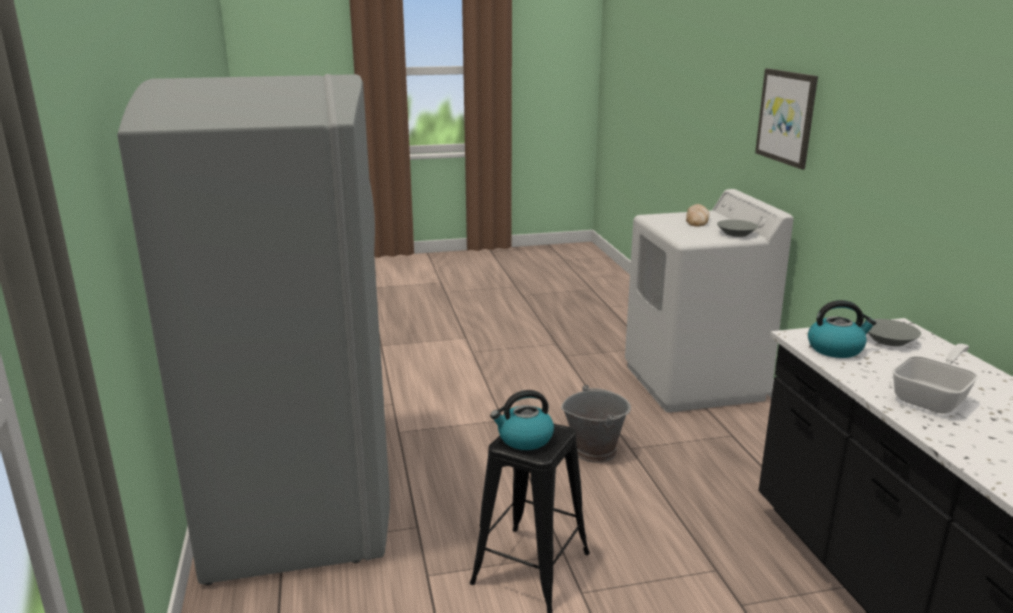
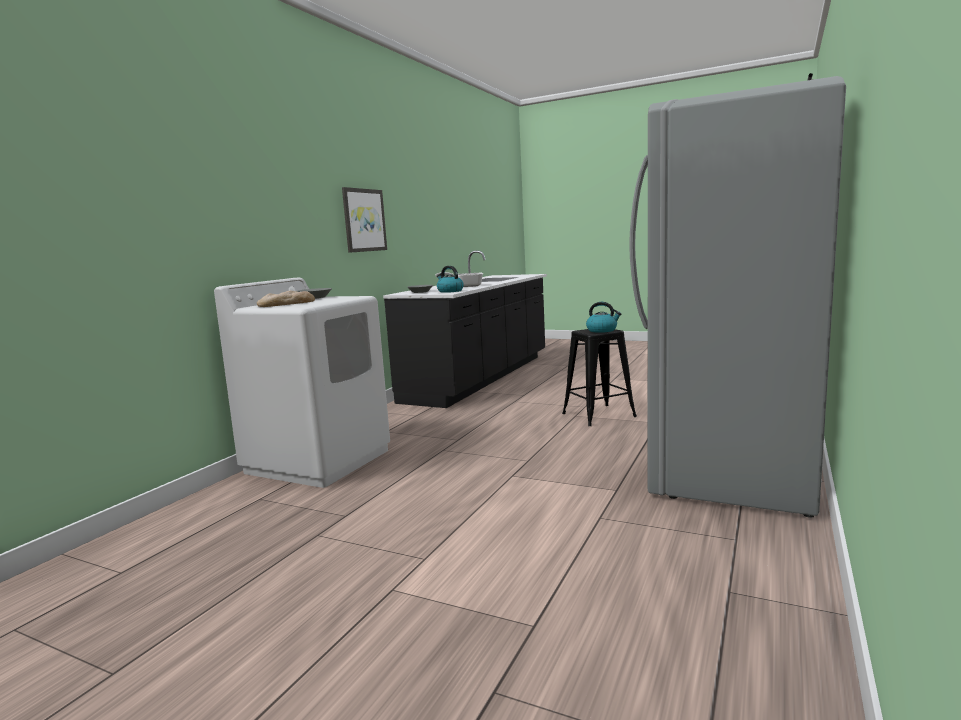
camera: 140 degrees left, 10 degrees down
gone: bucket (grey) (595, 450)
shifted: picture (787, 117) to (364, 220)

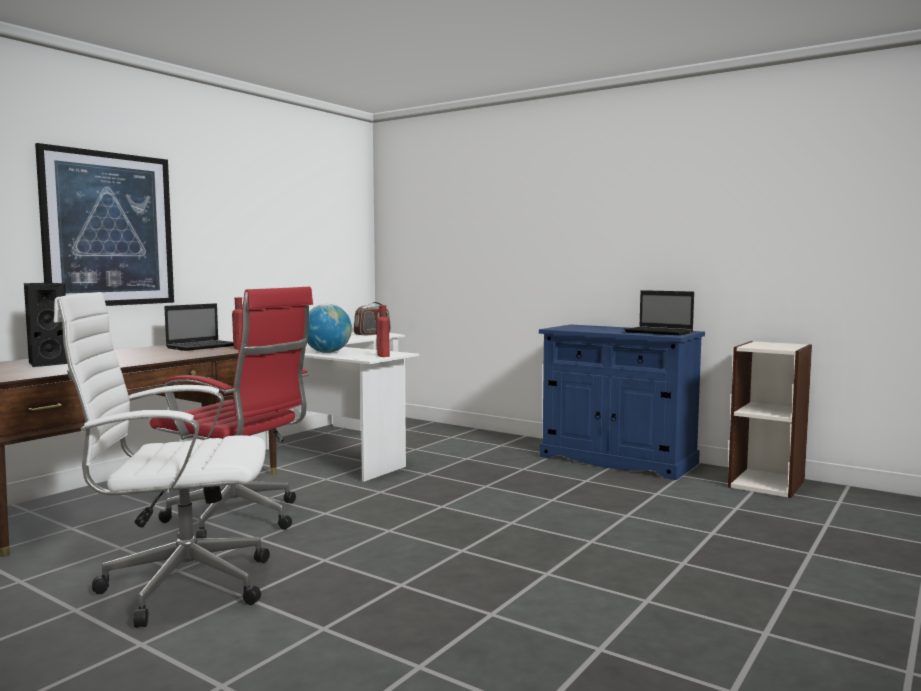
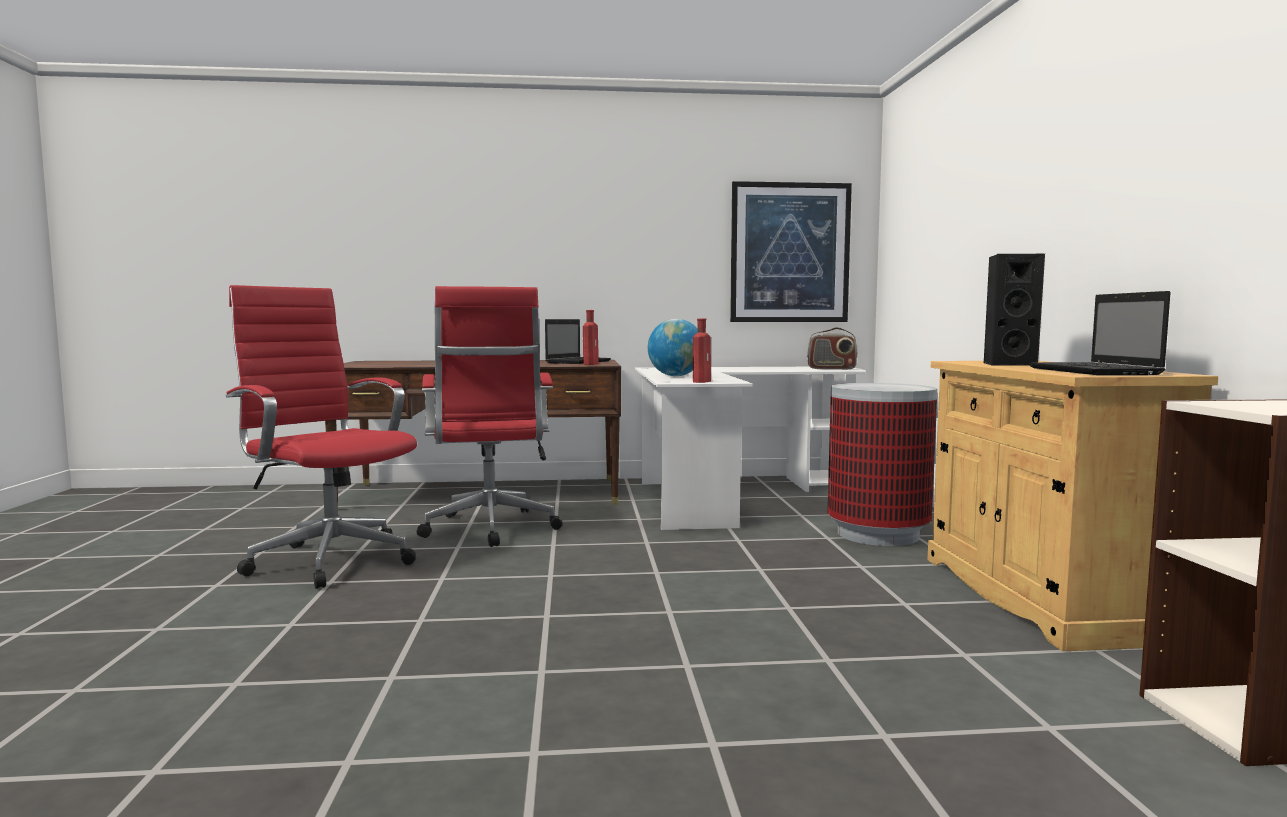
camera: 50 degrees right, 0 degrees up
new: trash can (878, 534)
shifted: picture (109, 229) to (790, 253); speaker (black) (46, 364) to (1007, 364)
repainted: office chair (white) (178, 586) to office chair (red) (329, 560); cabinet (blue) (617, 460) to cabinet (beige) (1039, 596)
rotated: laptop (203, 346) = (578, 362) 60 degrees counterclockwise

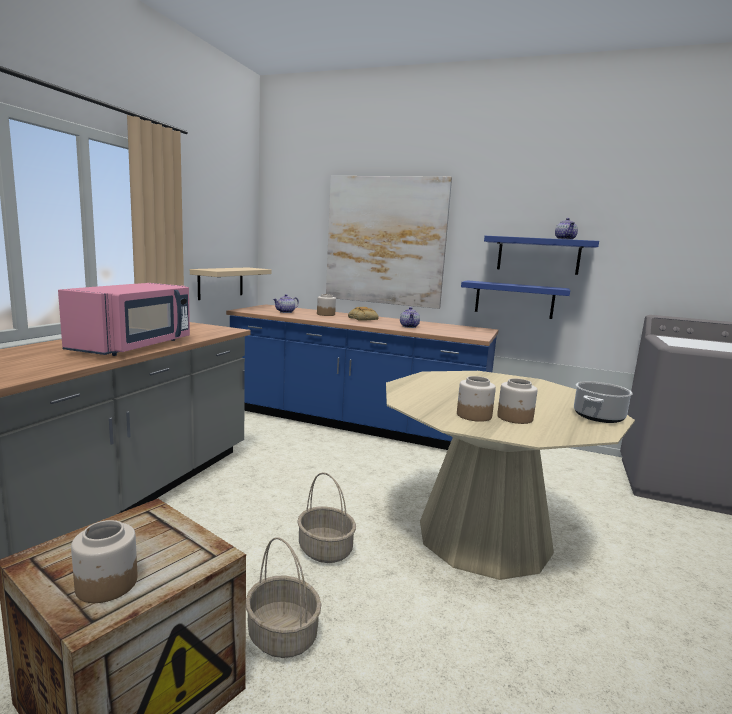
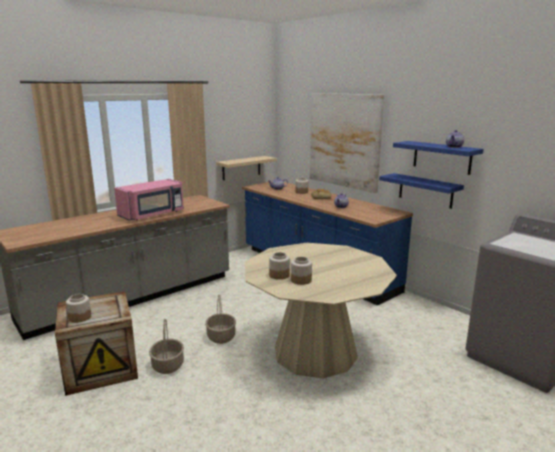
camera: 30 degrees right, 5 degrees up
gone: cooking pot (598, 417)

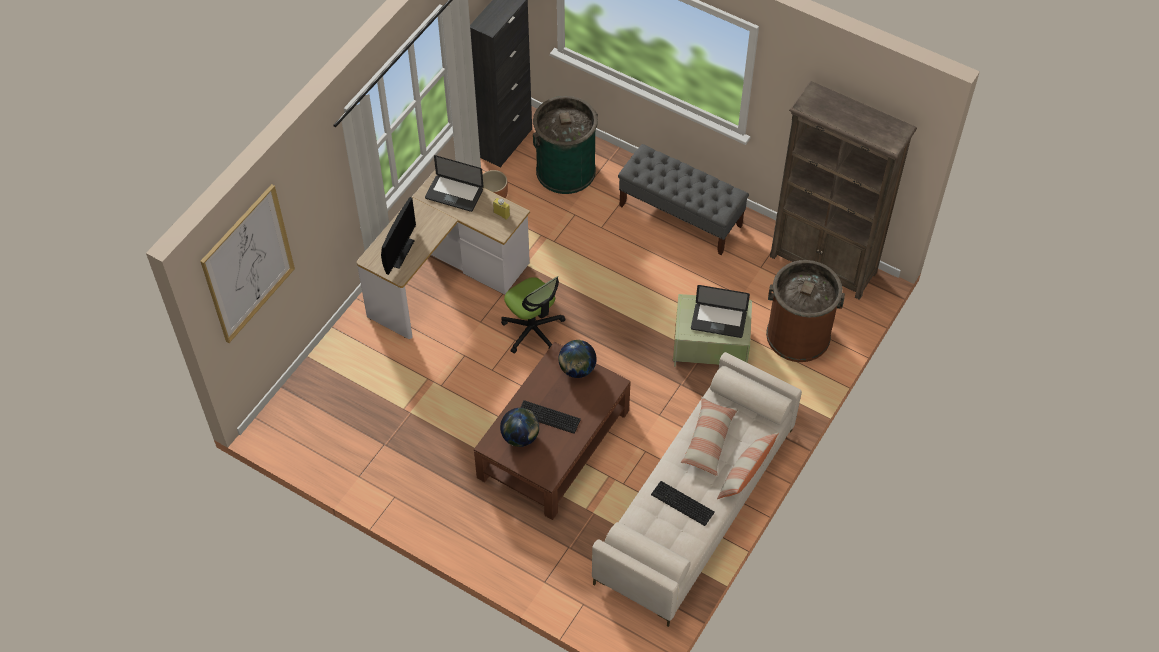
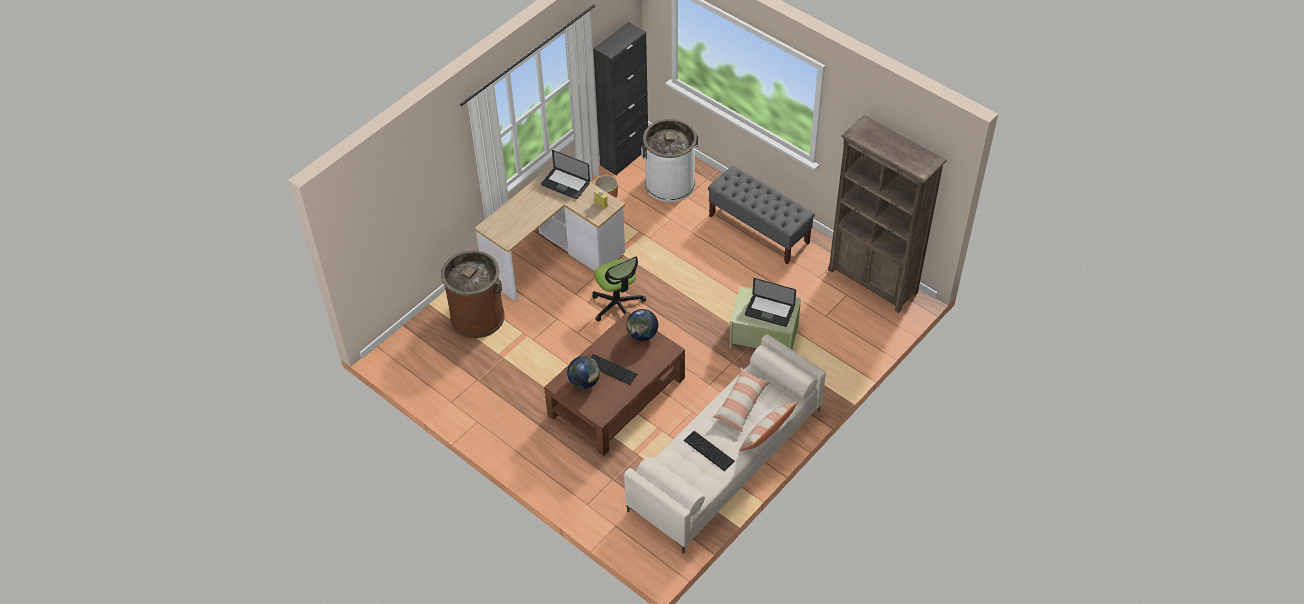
camera: 10 degrees right, 5 degrees down
gone: picture (248, 264); monitor (399, 252)
shifted: trash can (brown) (798, 335) to (477, 316)
repainted: trash can (green) (565, 170) to trash can (white) (670, 183)

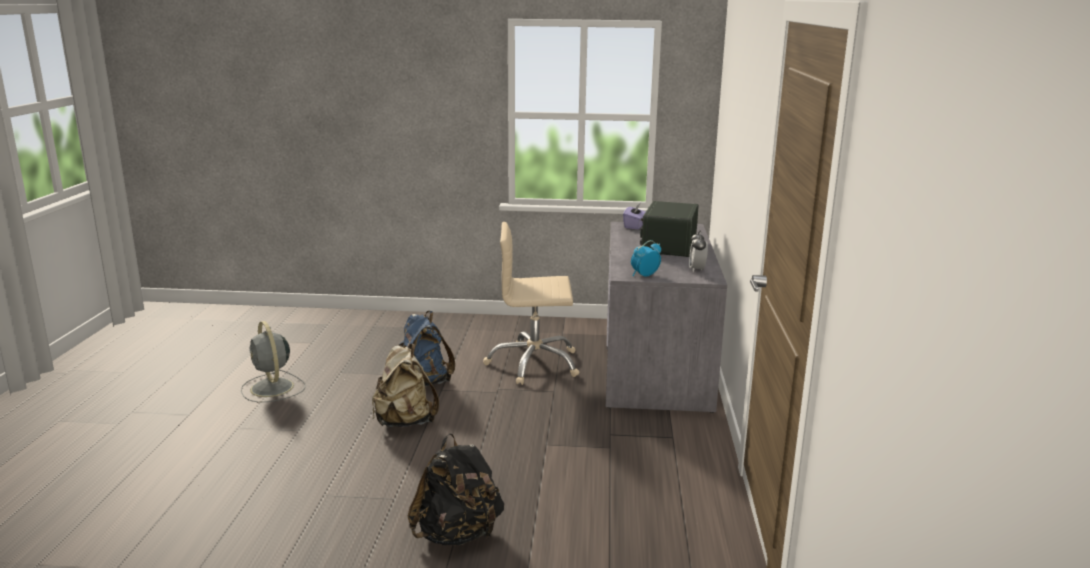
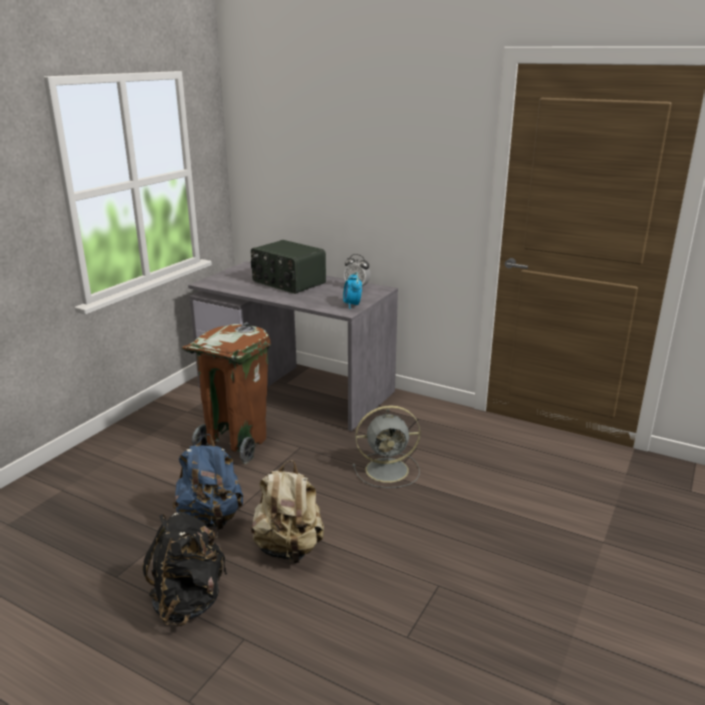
camera: 65 degrees left, 5 degrees up
gone: tissue box (purple) (634, 226)
shifted: backpack (black) (457, 535) to (189, 601); fan (grey) (272, 388) to (389, 470)
swapped: office chair (beige) (534, 364) to trash can (brown) (236, 443)

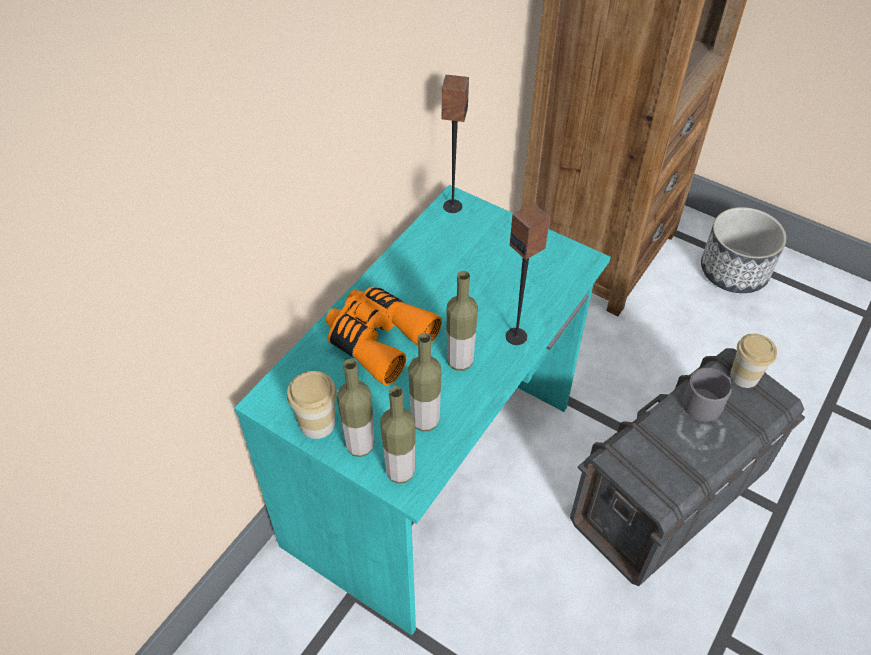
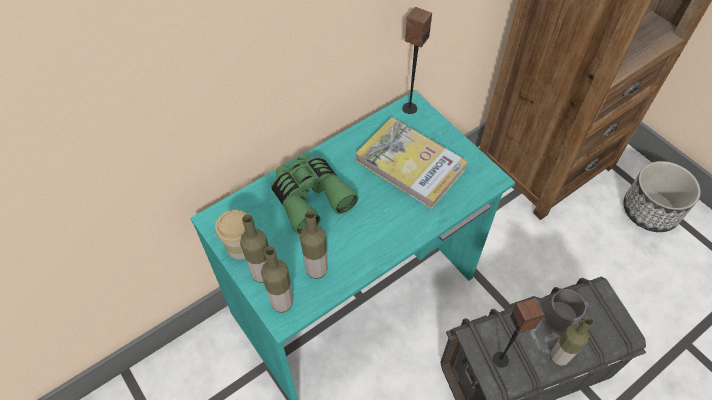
camera: 20 degrees right, 5 degrees up
gone: cup (744, 376)
new: book (410, 165)
shifted: speaker (516, 336) to (501, 359); bottle (460, 361) to (559, 357)
repainted: binoculars (orange) (378, 339) to binoculars (green) (310, 197)

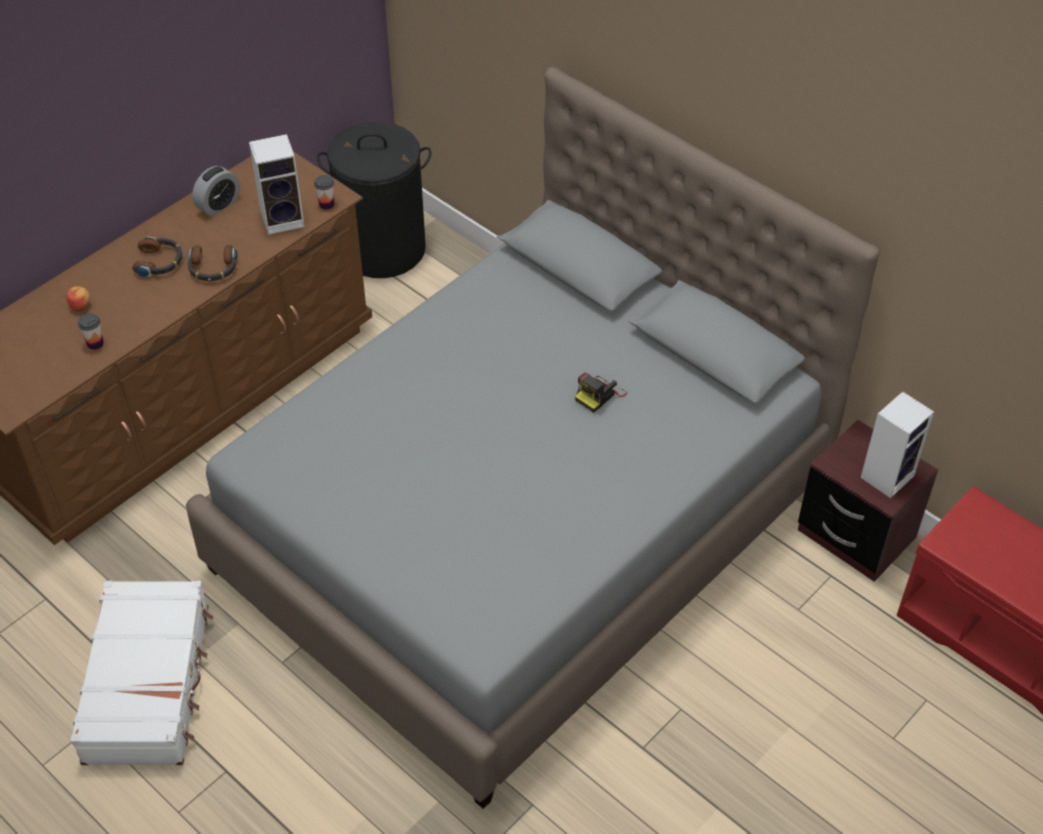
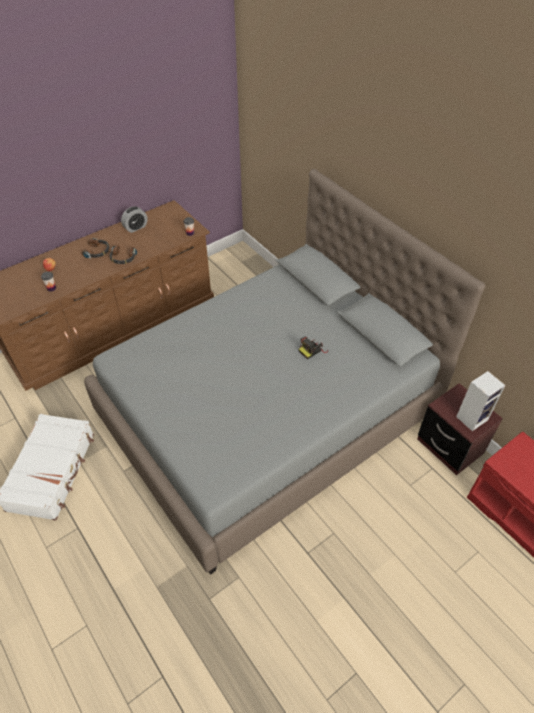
camera: 10 degrees right, 0 degrees up
gone: speaker (284, 219); laundry basket (black) (383, 249)

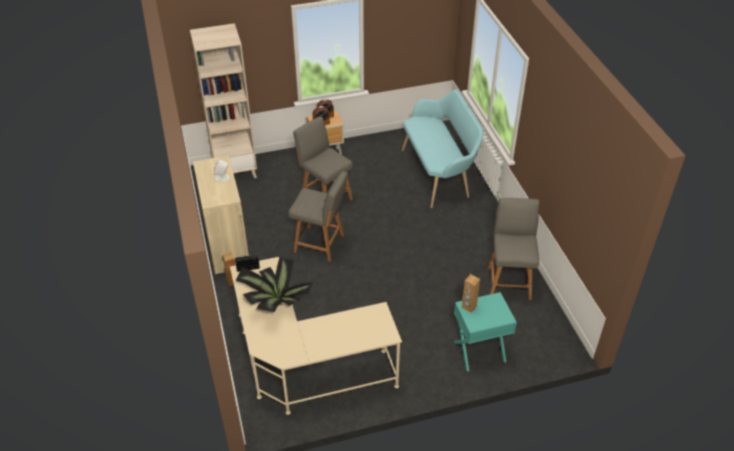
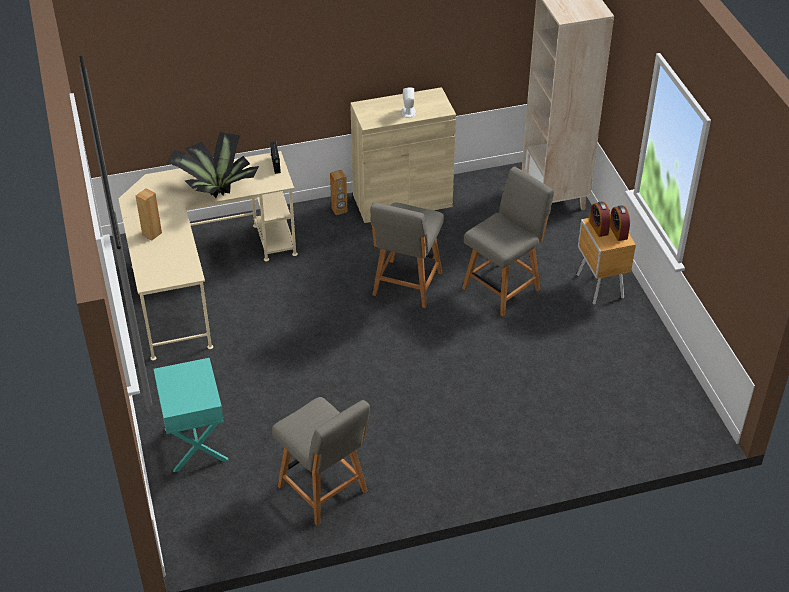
camera: 90 degrees right, 0 degrees up
gone: bench (turquoise) (439, 173)
shifted: speaker (brown) (469, 307) to (152, 234)
rotated: chair (grey) (509, 281) = (324, 491) 45 degrees clockwise

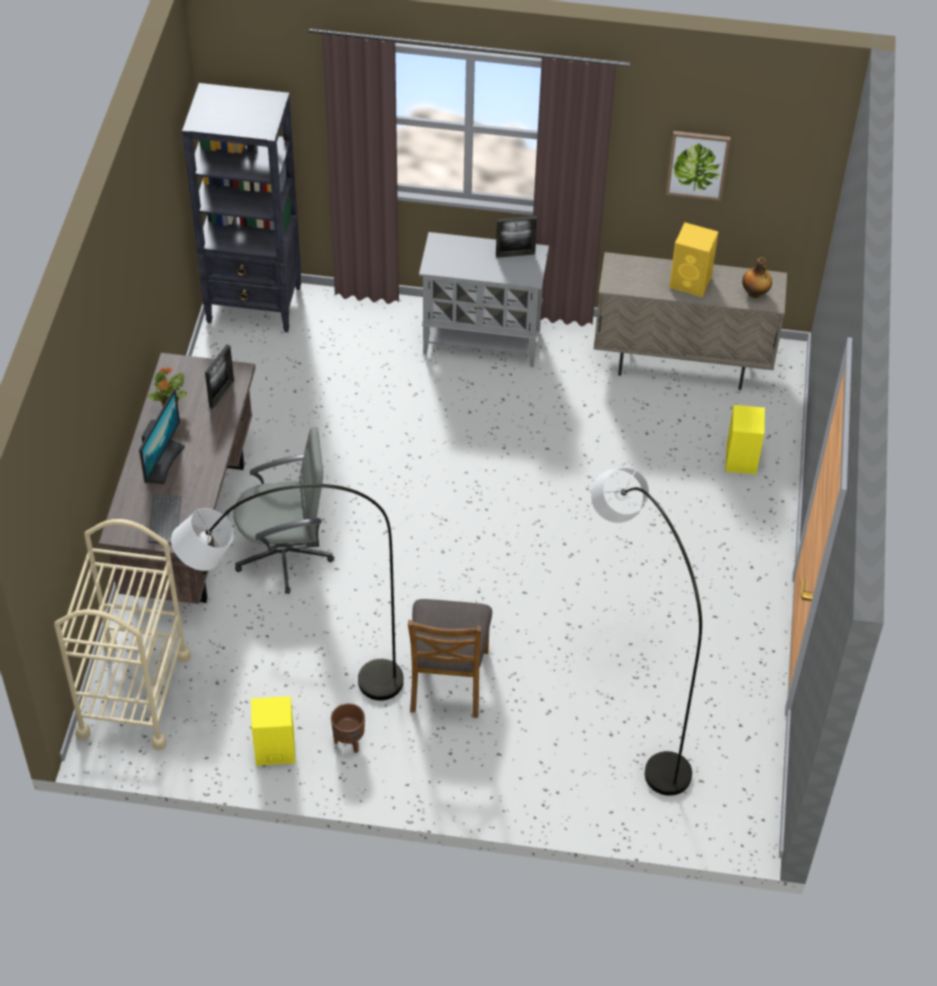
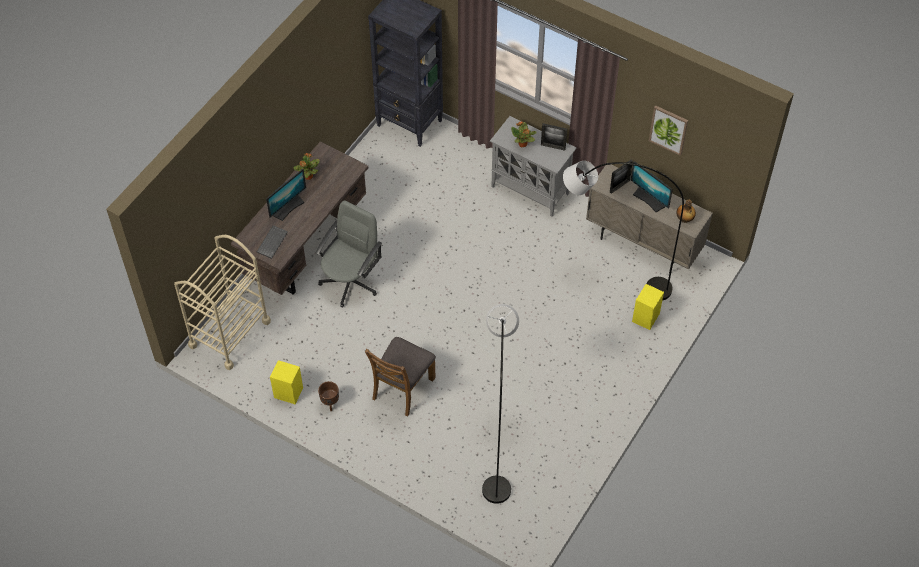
camera: 25 degrees right, 5 degrees up
new: potted plant (523, 144)
shifted: floor lamp (grey) (294, 689) to (609, 277); picture frame (221, 394) to (619, 186)
swapped: speaker (yellow) (691, 282) to monitor (649, 199)
rotated: office chair (grey) (285, 554) = (351, 281) 75 degrees counterclockwise

